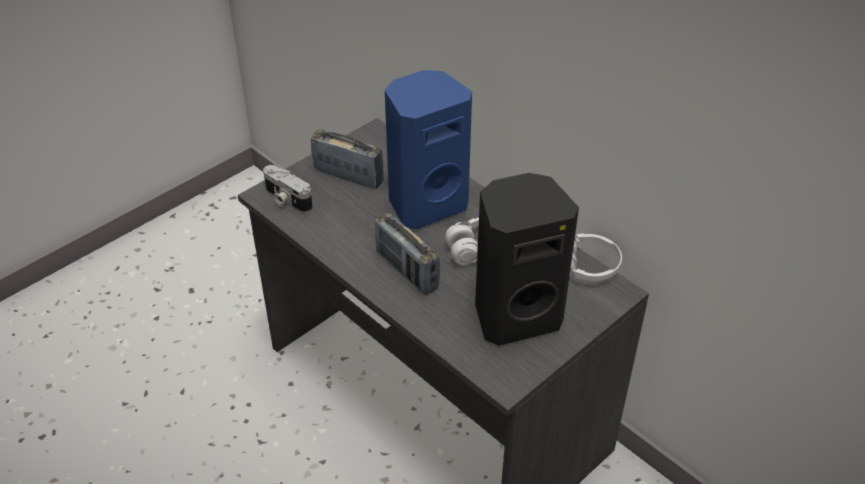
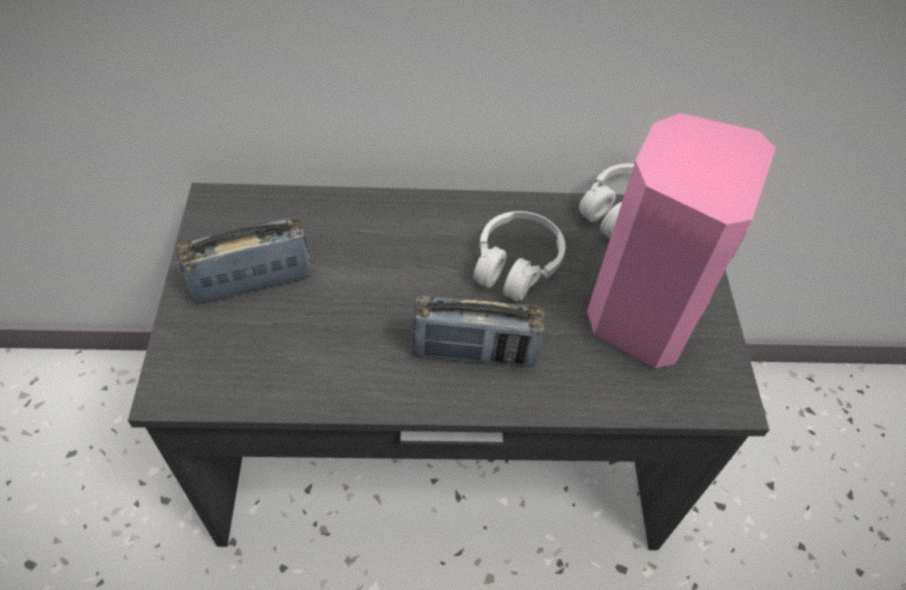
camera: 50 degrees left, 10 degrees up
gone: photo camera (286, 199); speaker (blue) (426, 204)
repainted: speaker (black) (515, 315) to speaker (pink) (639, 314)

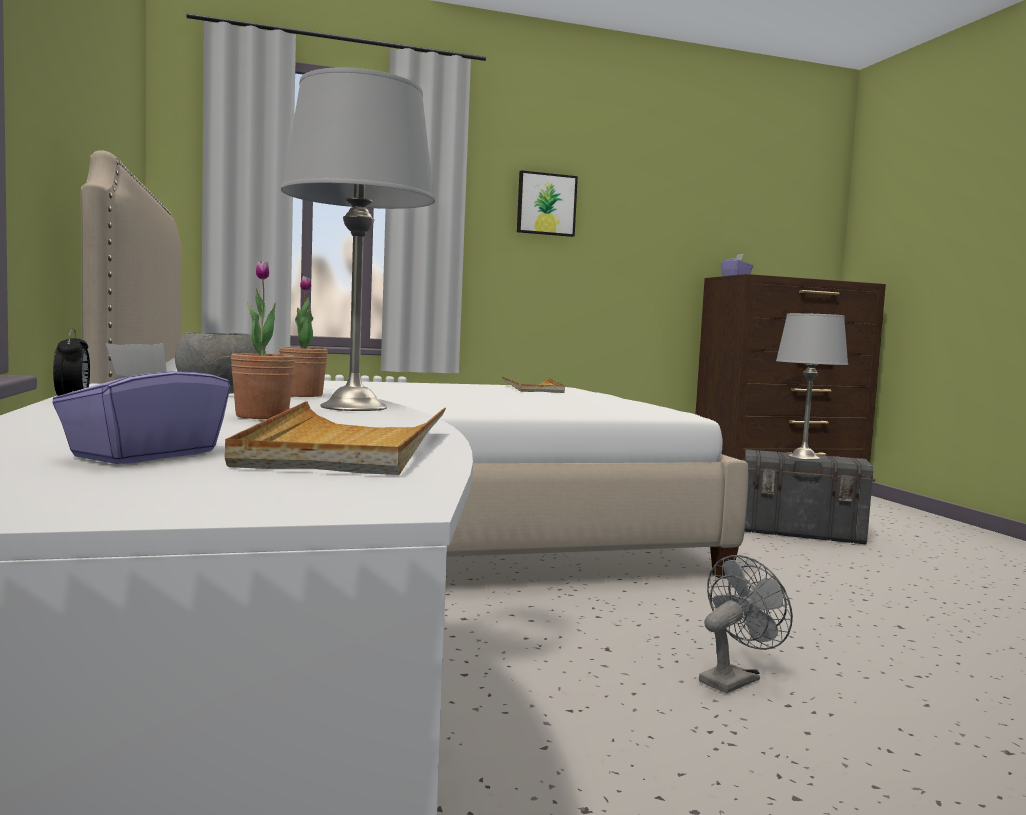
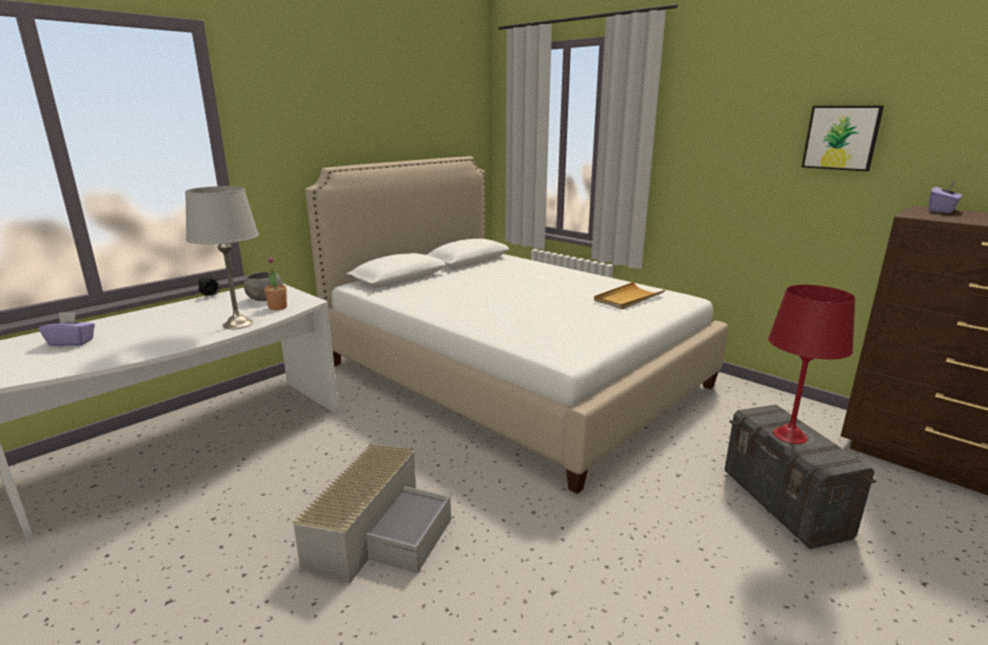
camera: 60 degrees right, 15 degrees up
gone: tray (beige) (348, 447); potted plant (262, 416)
shifted: picture (546, 204) to (841, 137)
swapped: fan (grey) (734, 679) to storage box (grey) (379, 530)
repainted: table lamp (grey) (803, 457) to table lamp (red) (789, 435)

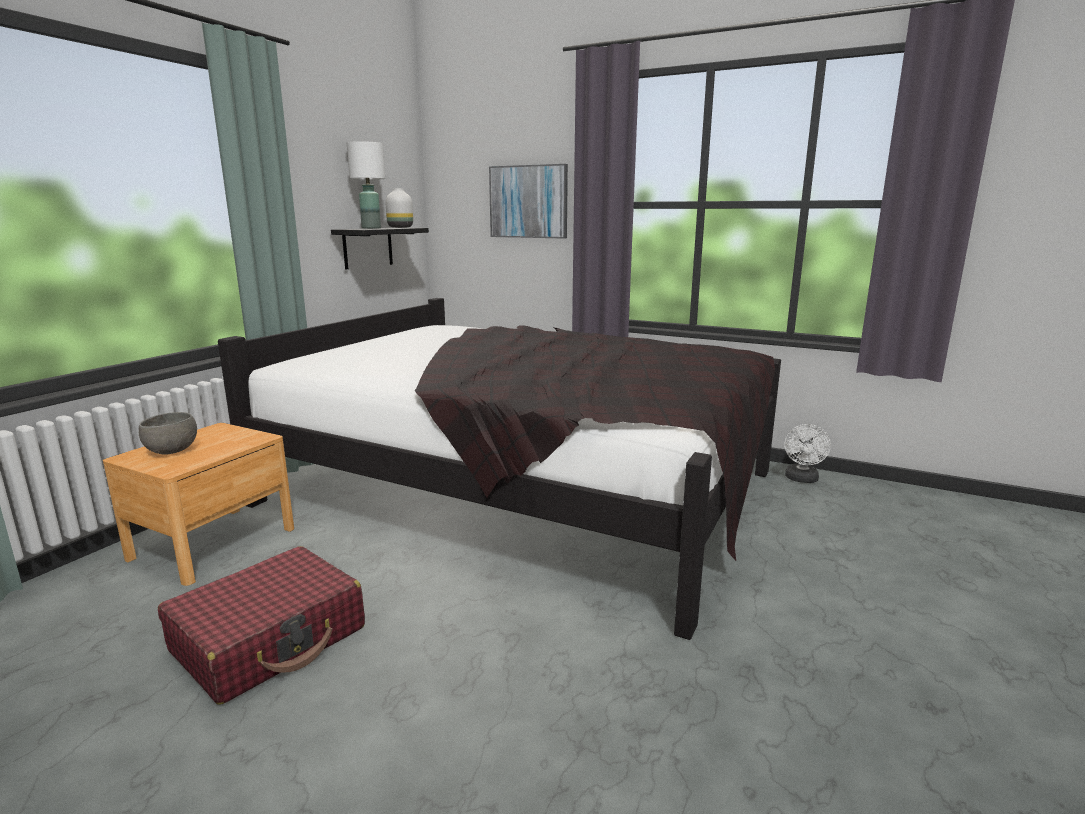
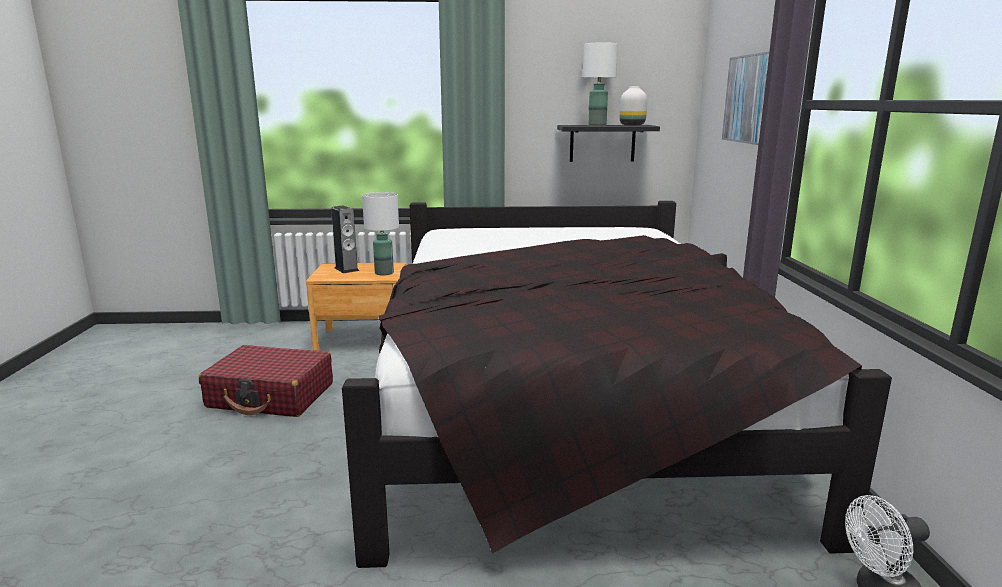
camera: 60 degrees right, 0 degrees up
new: table lamp (white) (384, 273)
swapped: bowl (grey) (172, 451) to speaker (346, 269)

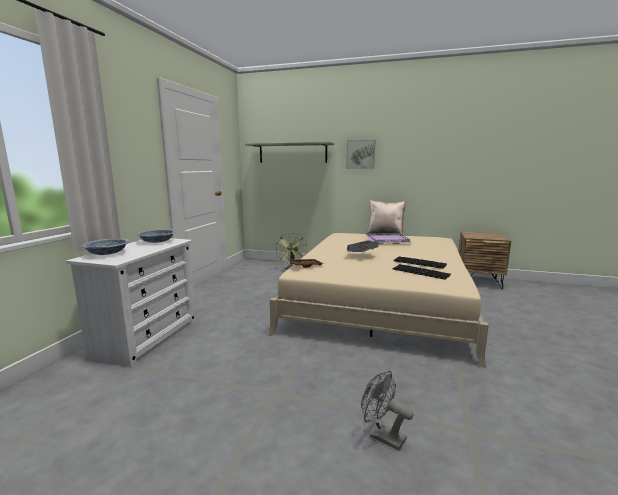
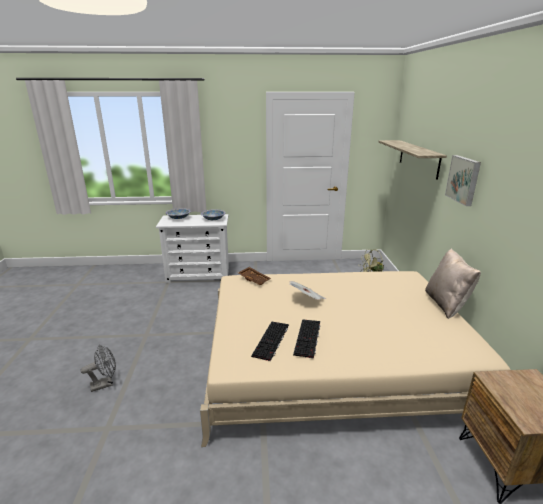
camera: 70 degrees right, 10 degrees up
gone: tray (purple) (387, 240)
rotated: fan (grey) (382, 436) = (105, 384) 45 degrees clockwise

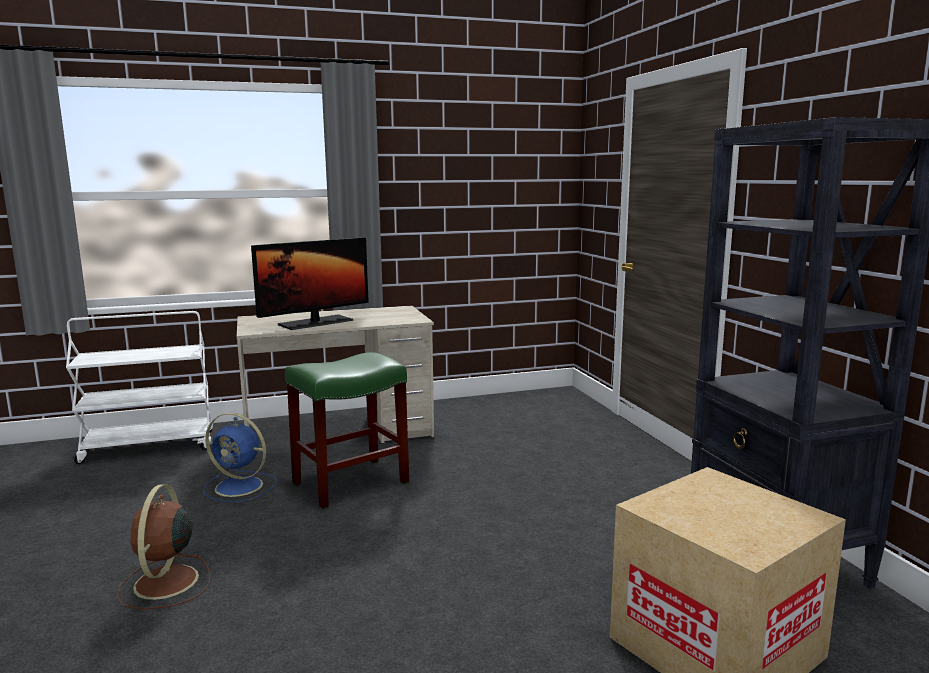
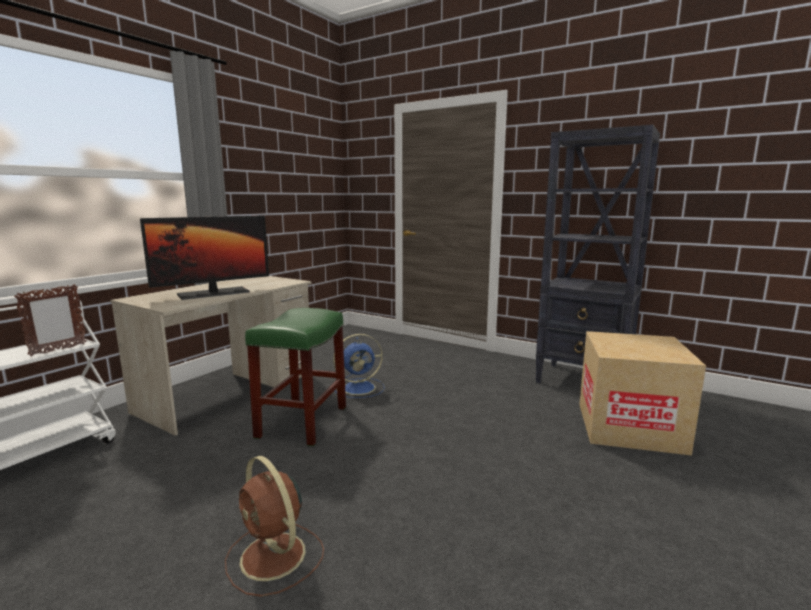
camera: 40 degrees left, 0 degrees up
new: picture frame (58, 350)
shifted: fan (blue) (241, 487) to (360, 388)
rotated: monitor (316, 322) = (213, 293) 45 degrees clockwise

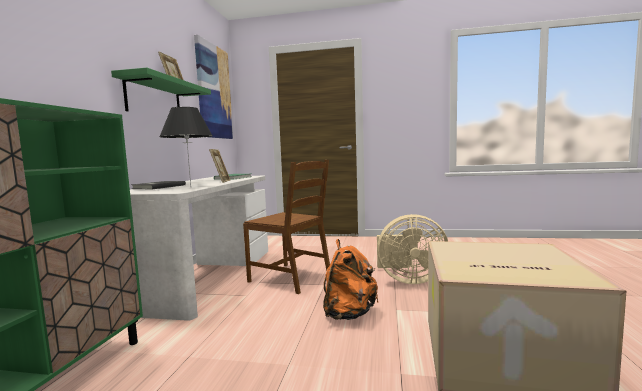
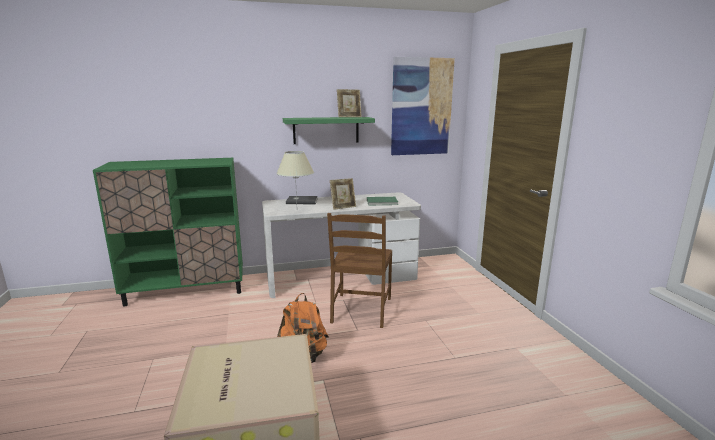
camera: 65 degrees right, 10 degrees up
gone: fan (beige) (408, 279)
repainted: table lamp (black) (190, 187) to table lamp (beige) (296, 210)

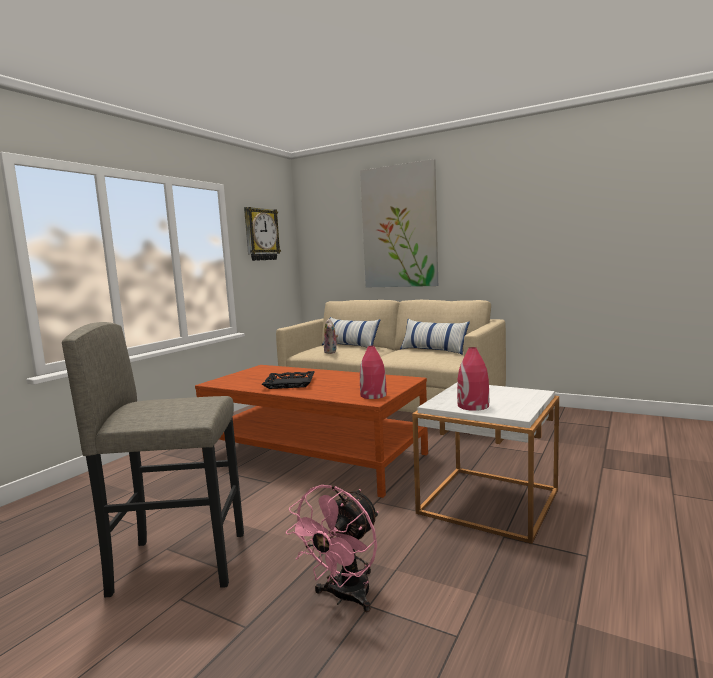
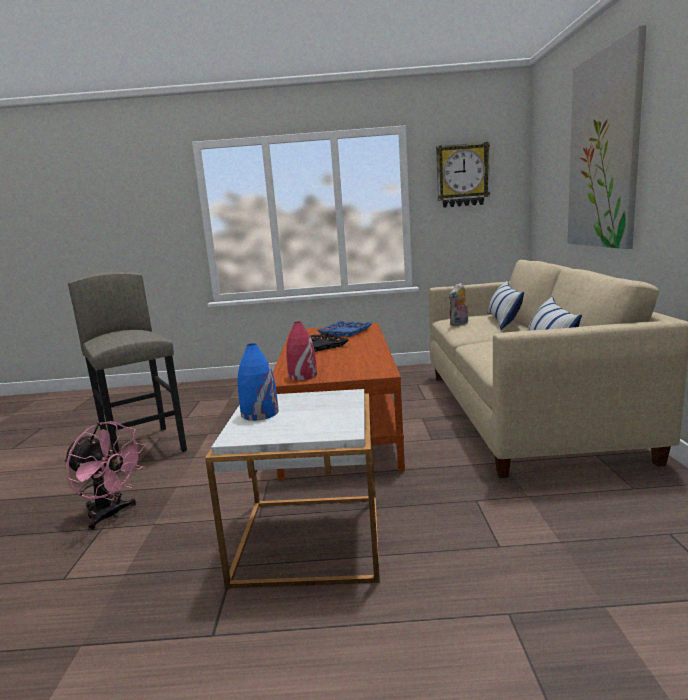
camera: 60 degrees right, 5 degrees up
new: tray (blue) (345, 332)
repainted: vase (red) (473, 406) to vase (blue) (259, 413)
rotated: fan (pink) (344, 597) = (111, 515) 150 degrees counterclockwise

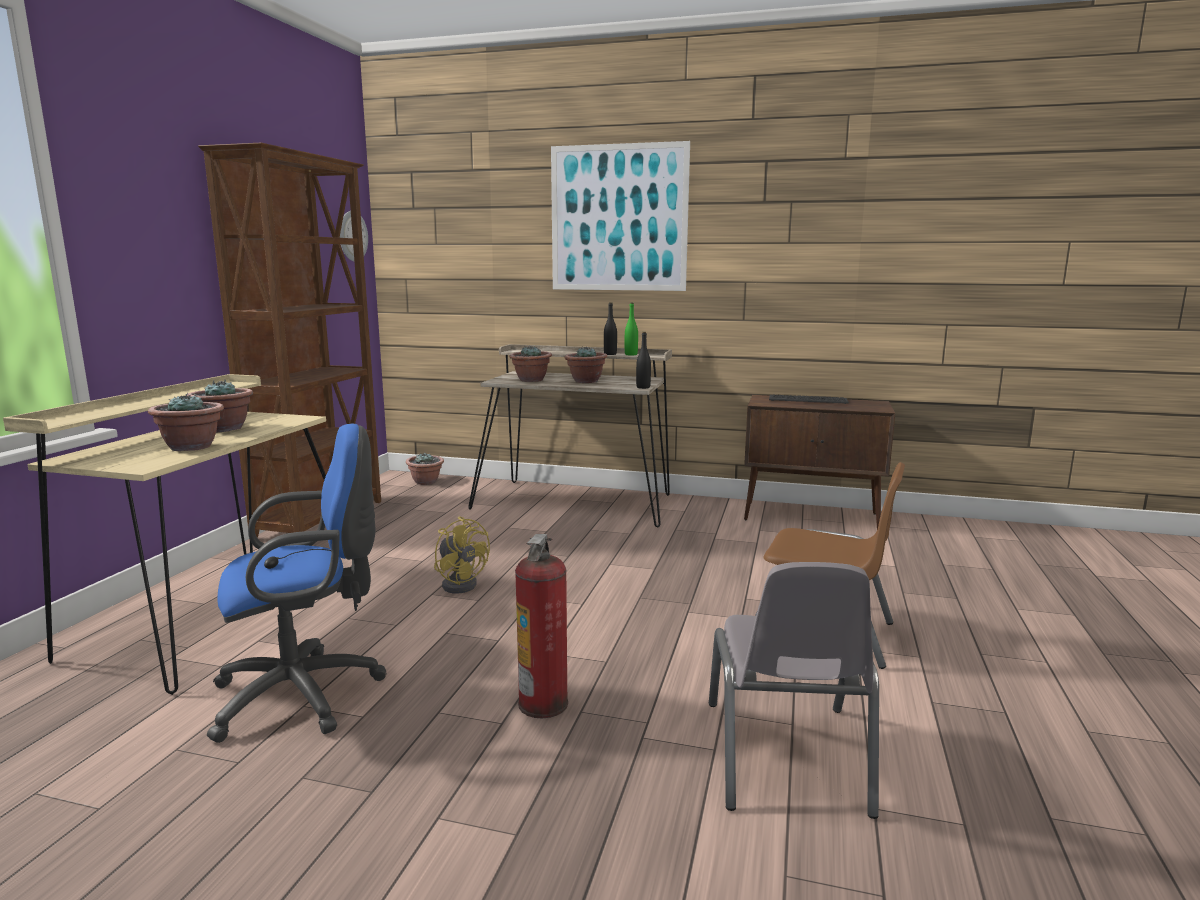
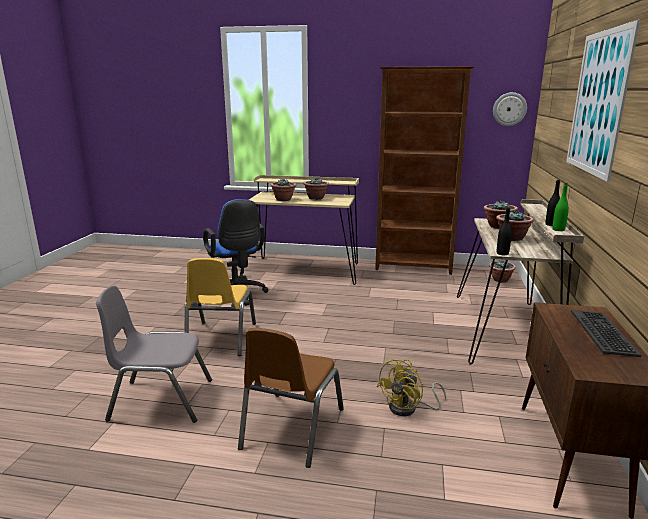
camera: 85 degrees right, 5 degrees up
shifted: fan (yellow) (461, 583) to (408, 408)
swapped: fire extinguisher (543, 704) to chair (yellow) (220, 338)

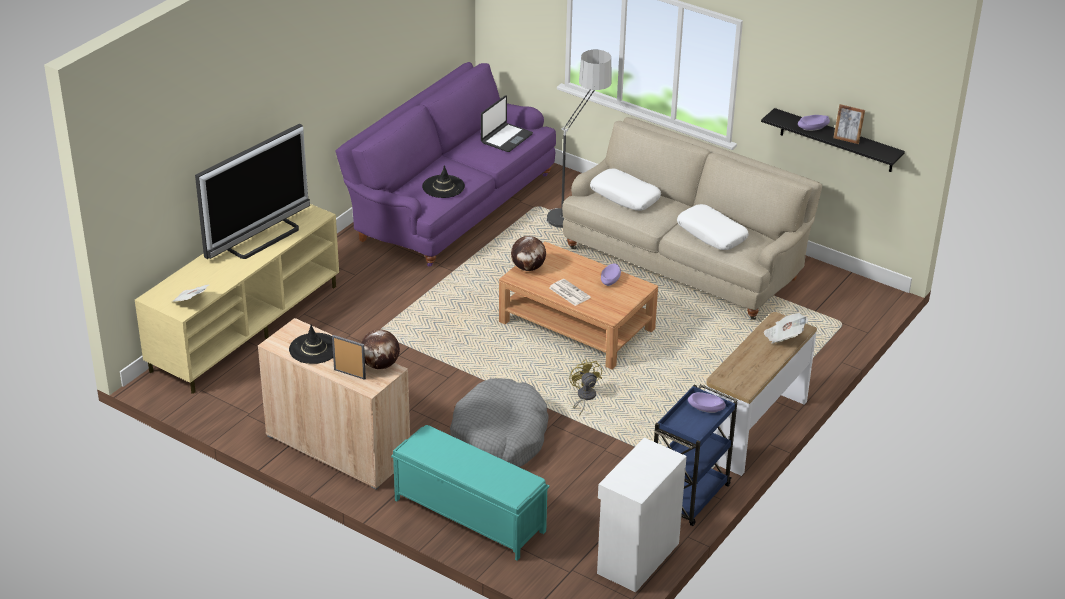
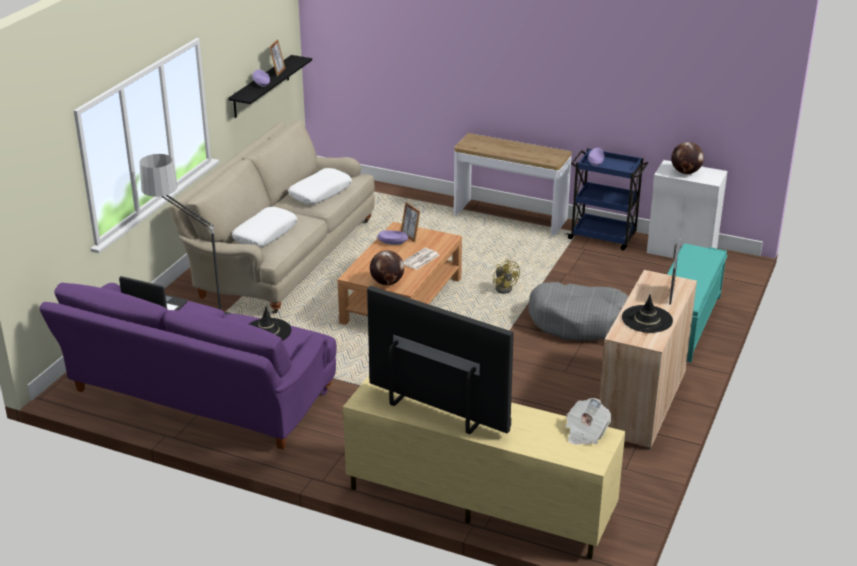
camera: 100 degrees left, 5 degrees down
gone: newspaper (784, 337)
new: picture frame (410, 236)
shifted: globe (380, 365) to (685, 172)
rotated: fan (yellow) (584, 397) = (505, 288) 90 degrees counterclockwise

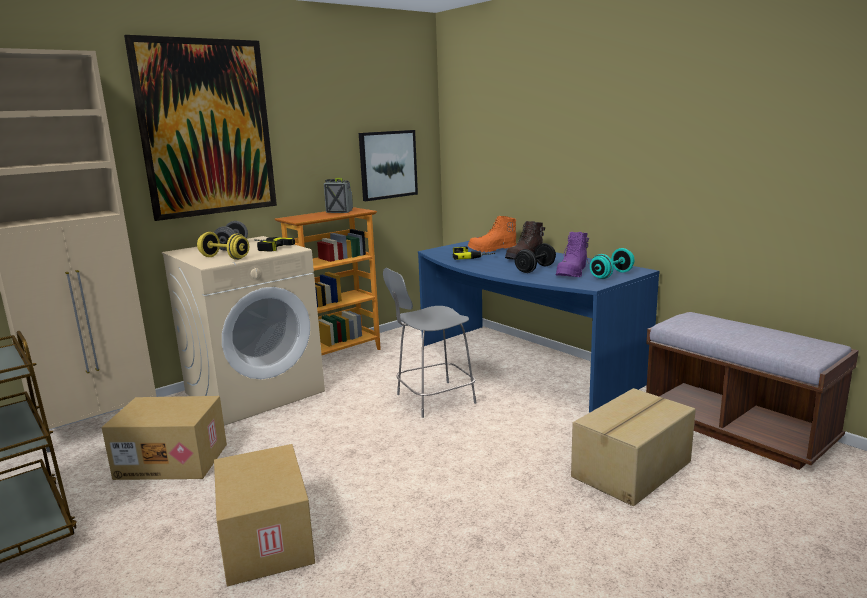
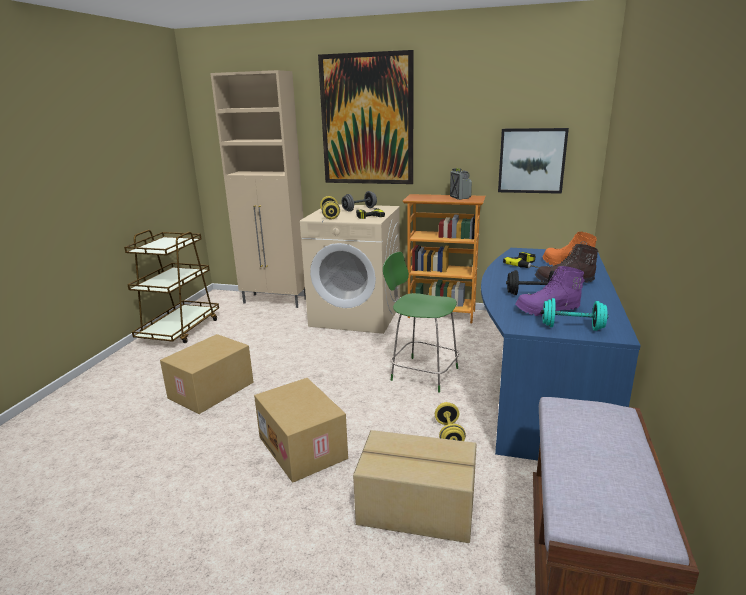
camera: 55 degrees right, 5 degrees up
new: dumbbell (yellow) (449, 434)
shifted: cardboard box (173, 460) to (304, 447)
repainted: stool (grey) (433, 399) to stool (green) (422, 373)

